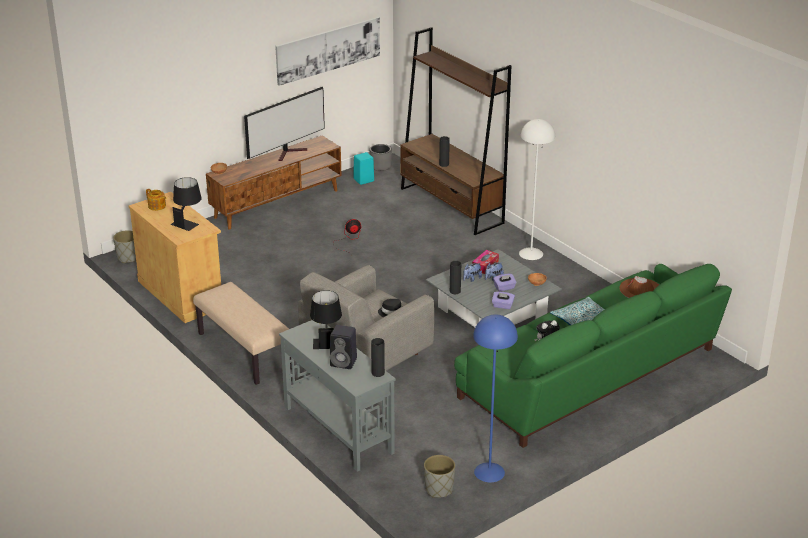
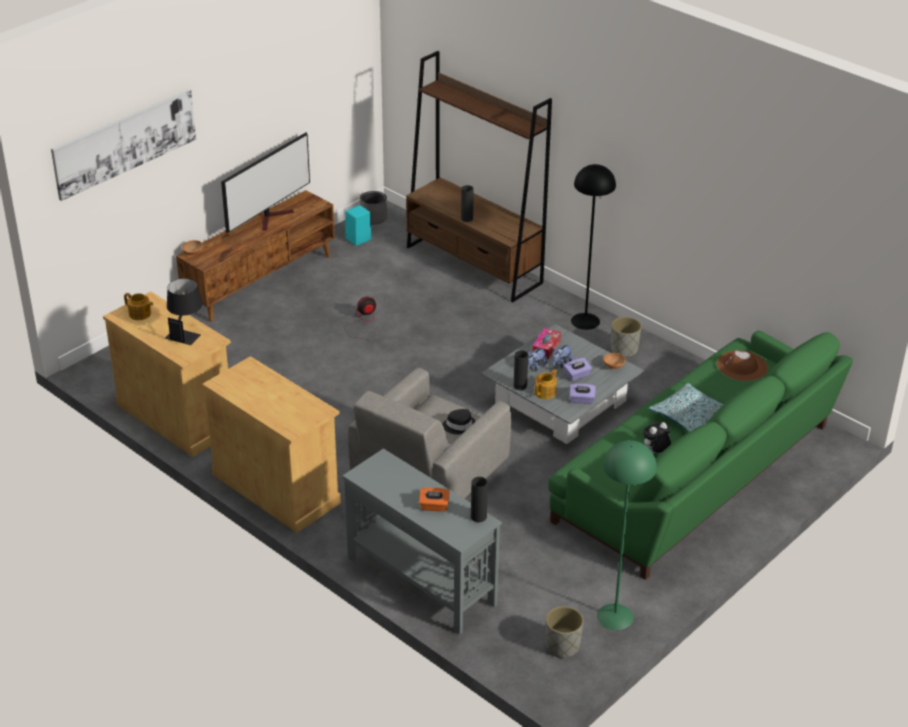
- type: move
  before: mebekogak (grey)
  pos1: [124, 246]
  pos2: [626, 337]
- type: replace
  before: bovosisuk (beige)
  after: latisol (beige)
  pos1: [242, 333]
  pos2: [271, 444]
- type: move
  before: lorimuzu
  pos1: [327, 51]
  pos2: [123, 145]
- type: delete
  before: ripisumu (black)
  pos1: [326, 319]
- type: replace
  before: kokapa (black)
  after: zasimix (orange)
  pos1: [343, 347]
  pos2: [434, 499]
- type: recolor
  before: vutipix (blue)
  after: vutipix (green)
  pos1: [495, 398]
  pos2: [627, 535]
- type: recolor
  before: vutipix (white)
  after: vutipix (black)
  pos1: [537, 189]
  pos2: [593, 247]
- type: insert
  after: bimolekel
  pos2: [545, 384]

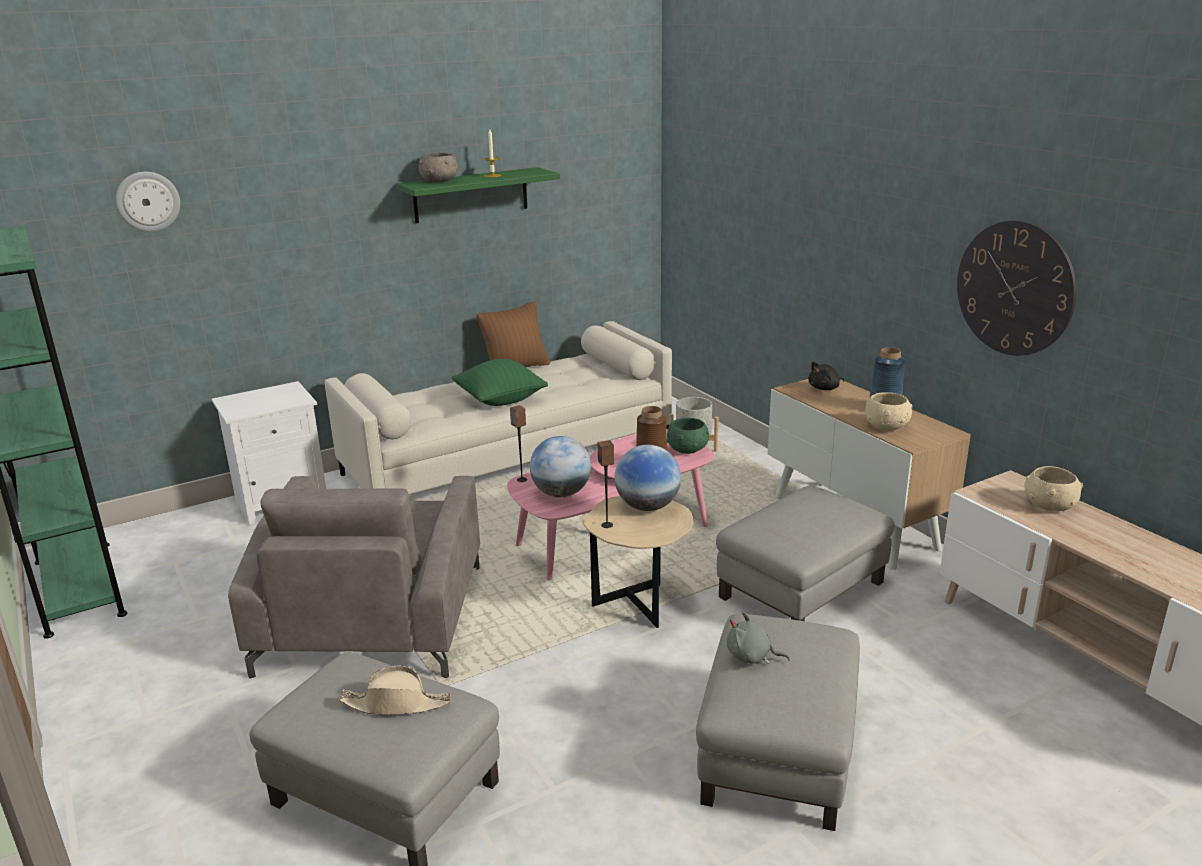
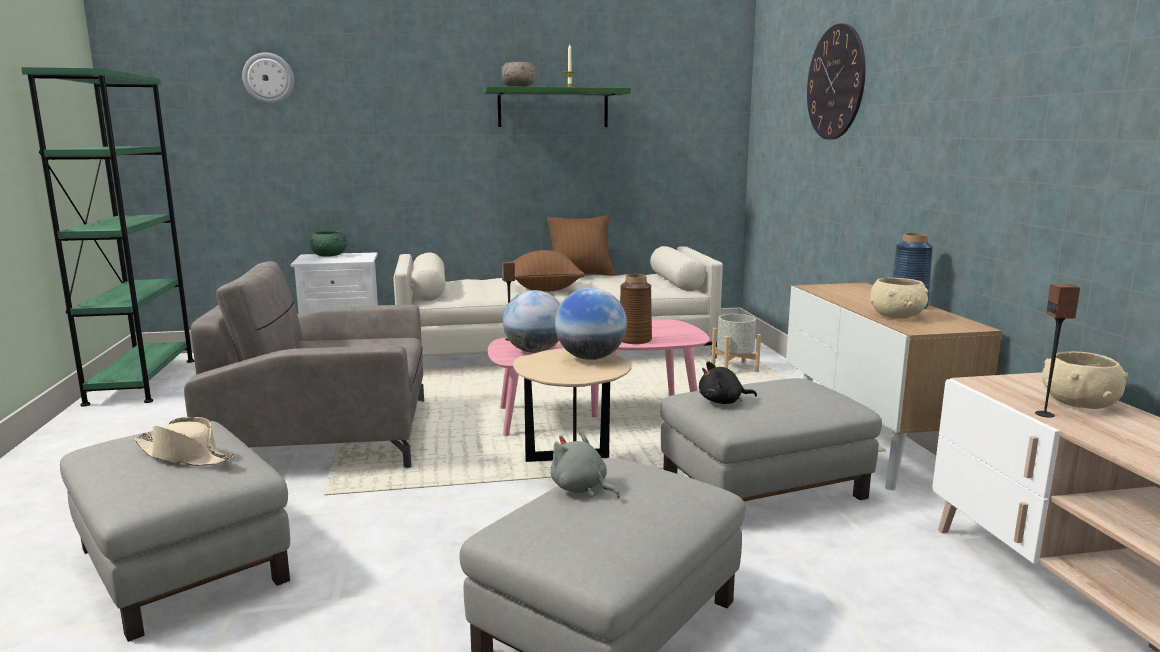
- type: rotate
  before: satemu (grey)
  pos1: [354, 577]
  pos2: [304, 364]
  turn: 60
- type: recolor
  before: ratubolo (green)
  after: ratubolo (brown)
  pos1: [499, 382]
  pos2: [549, 270]
- type: move
  before: kokapa
  pos1: [605, 484]
  pos2: [1057, 351]
- type: move
  before: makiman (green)
  pos1: [688, 436]
  pos2: [328, 244]
- type: move
  before: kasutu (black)
  pos1: [826, 375]
  pos2: [728, 382]
- type: move
  before: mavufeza
  pos1: [1016, 288]
  pos2: [836, 81]

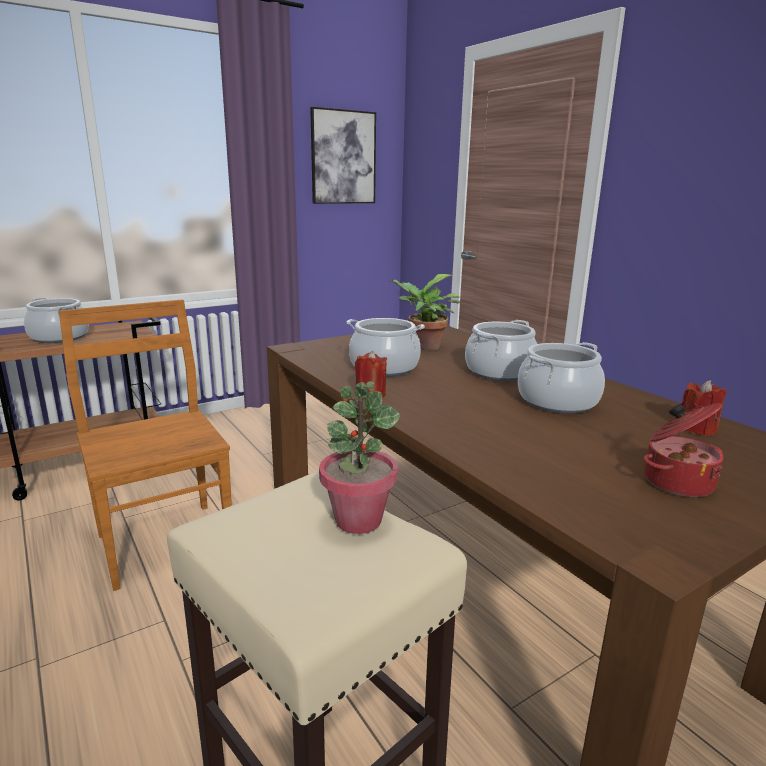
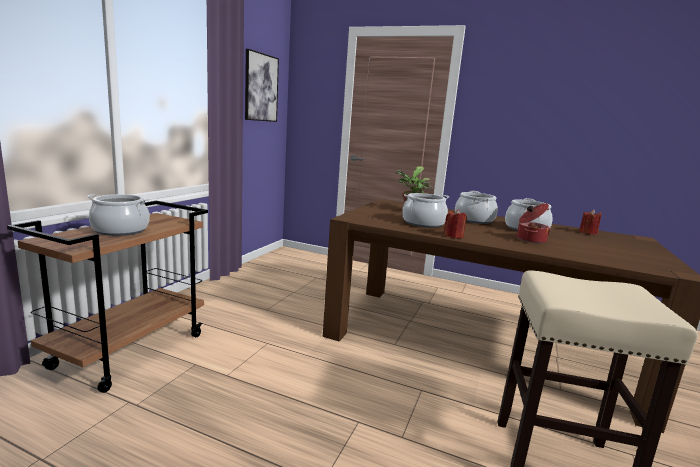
- type: delete
  before: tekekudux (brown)
  pos1: [145, 445]
- type: delete
  before: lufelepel
  pos1: [360, 457]
- type: move
  before: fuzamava
  pos1: [683, 450]
  pos2: [534, 223]

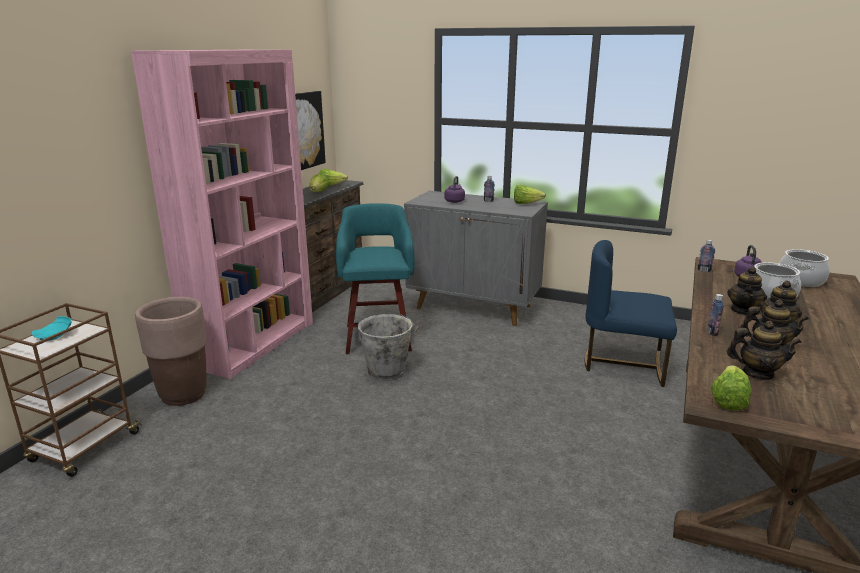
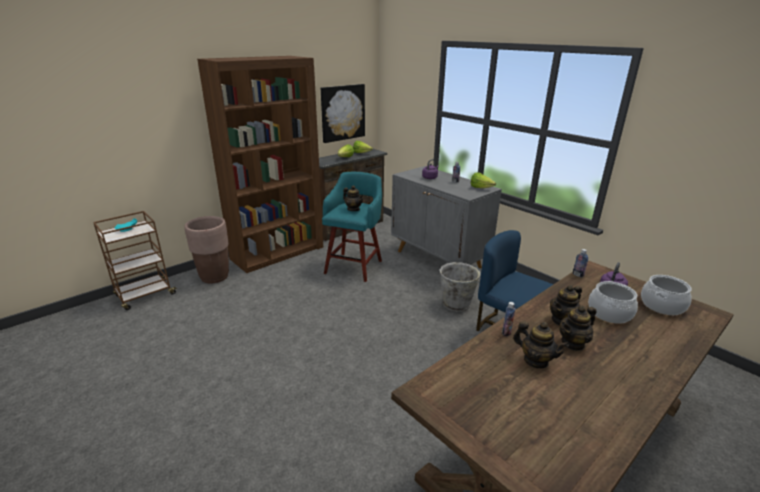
- type: recolor
  before: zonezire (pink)
  after: zonezire (brown)
  pos1: [222, 214]
  pos2: [260, 164]
- type: move
  before: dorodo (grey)
  pos1: [388, 347]
  pos2: [460, 287]
- type: delete
  before: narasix
  pos1: [731, 388]
- type: move
  before: bimolekel
  pos1: [764, 350]
  pos2: [353, 198]

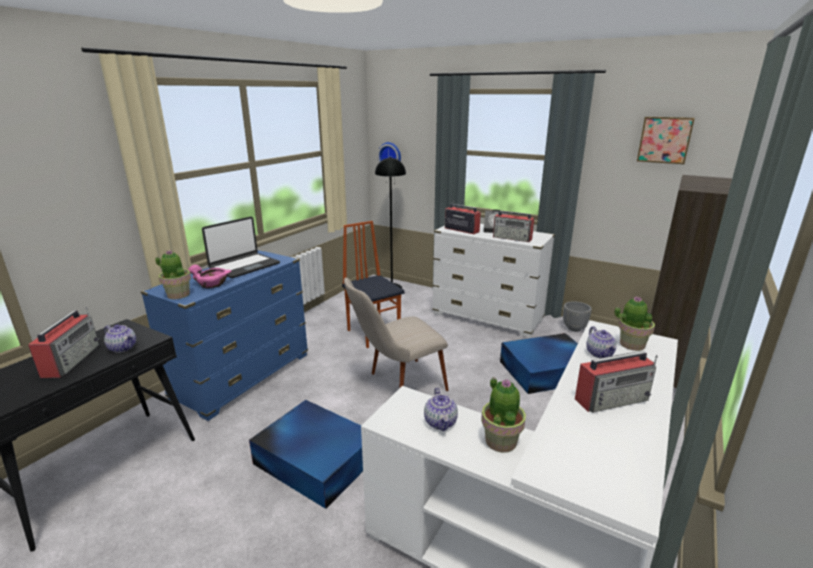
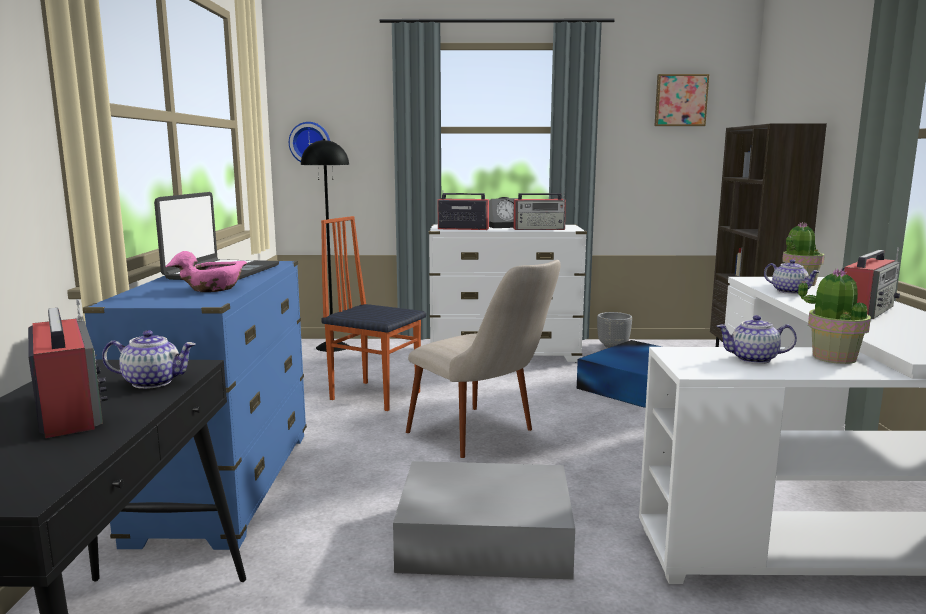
- type: delete
  before: lufelepel
  pos1: [173, 274]
- type: recolor
  before: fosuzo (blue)
  after: fosuzo (grey)
  pos1: [306, 454]
  pos2: [484, 520]
- type: rotate
  before: tekekudux (beige)
  pos1: [396, 334]
  pos2: [483, 359]
  turn: -75
- type: rotate
  before: bimolekel
  pos1: [441, 409]
  pos2: [757, 339]
  turn: 135

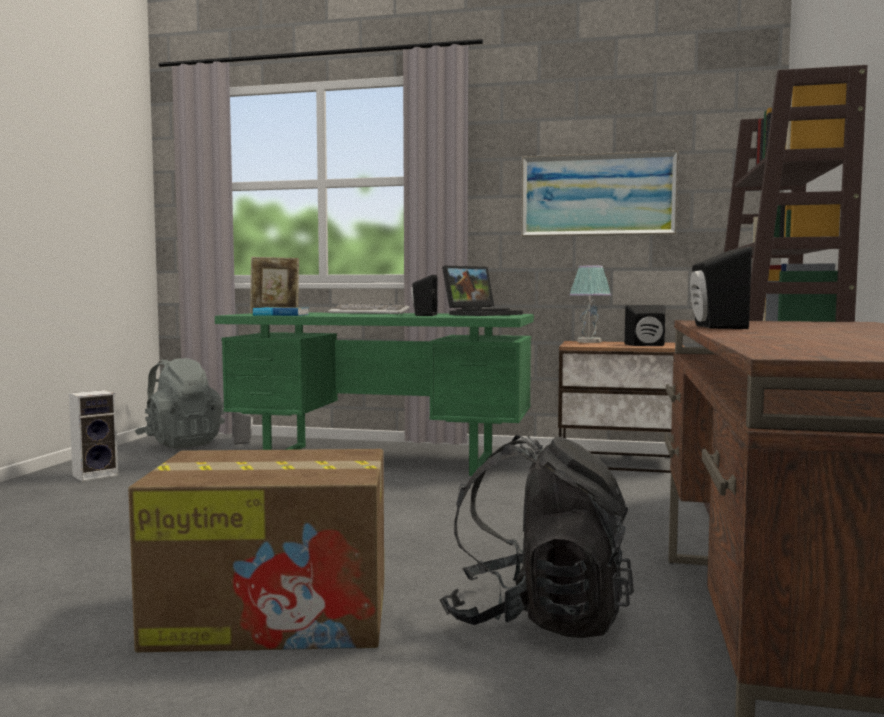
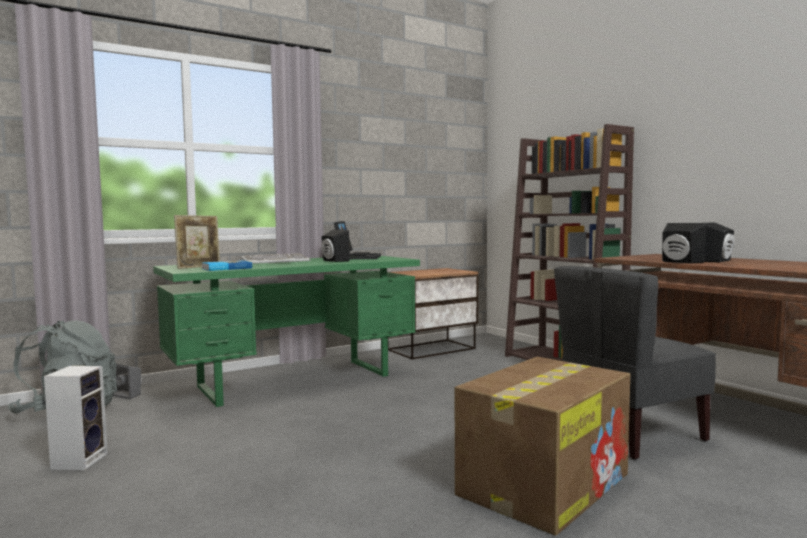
- type: replace
  before: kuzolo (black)
  after: tekekudux (grey)
  pos1: [537, 536]
  pos2: [635, 363]
- type: delete
  before: lorimuzu
  pos1: [600, 193]
- type: delete
  before: ripisumu
  pos1: [590, 304]
- type: move
  before: kokapa (black)
  pos1: [645, 325]
  pos2: [719, 242]

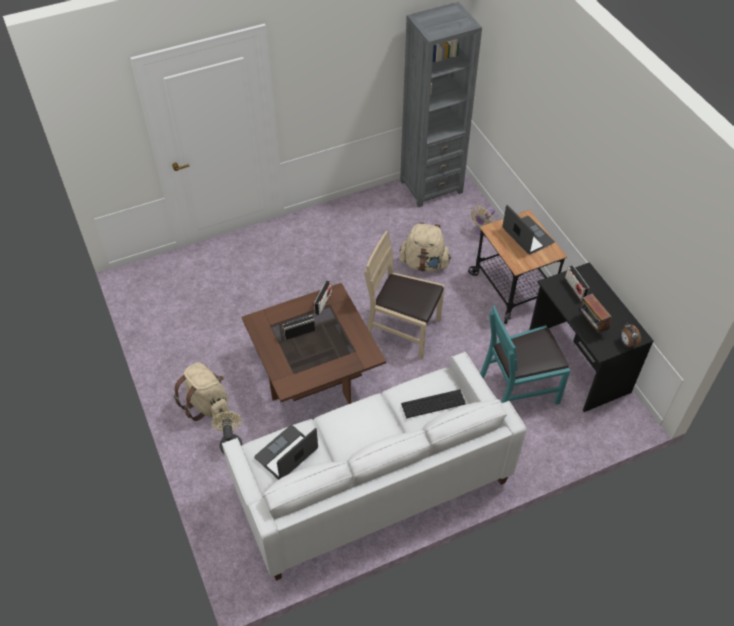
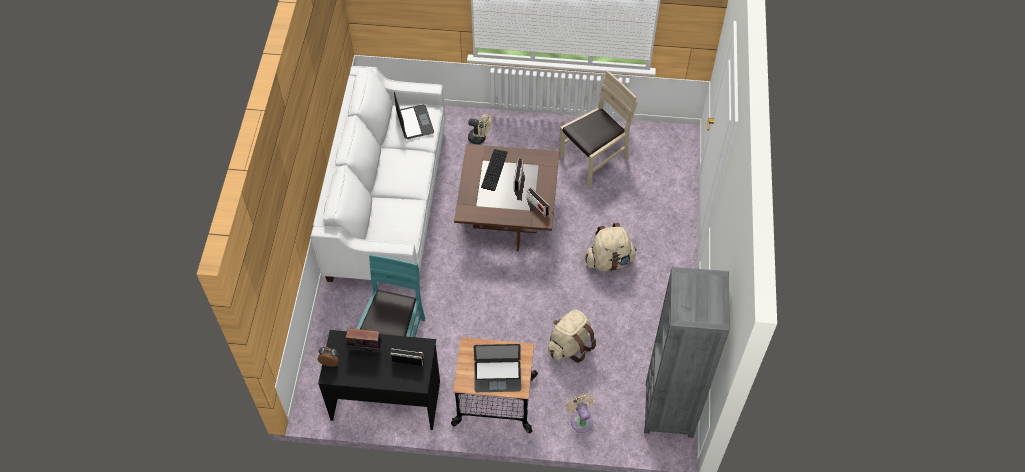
- type: move
  before: kuzolo (beige)
  pos1: [201, 392]
  pos2: [611, 247]
- type: move
  before: tekekudux (beige)
  pos1: [404, 295]
  pos2: [598, 129]
- type: move
  before: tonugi
  pos1: [433, 403]
  pos2: [494, 170]

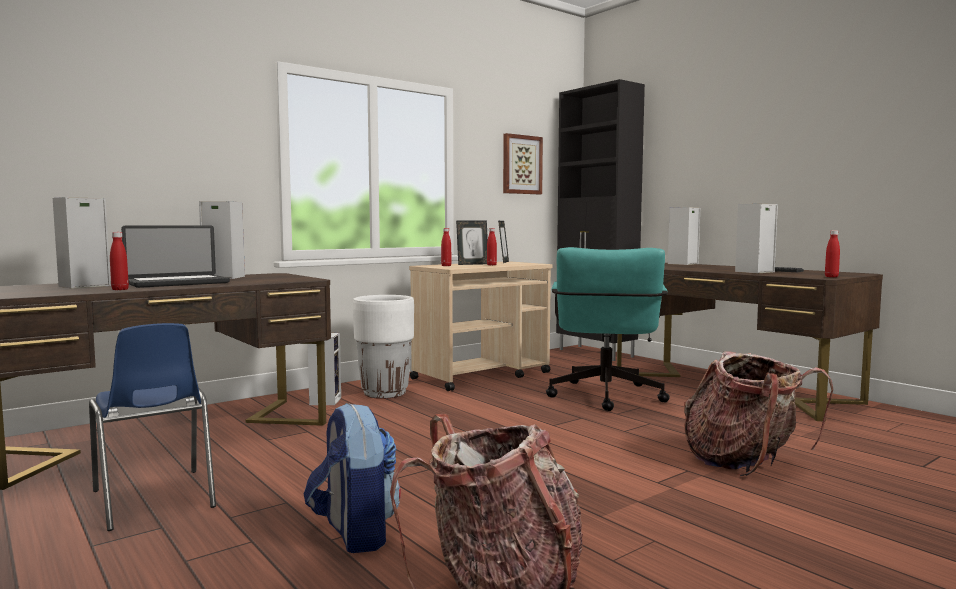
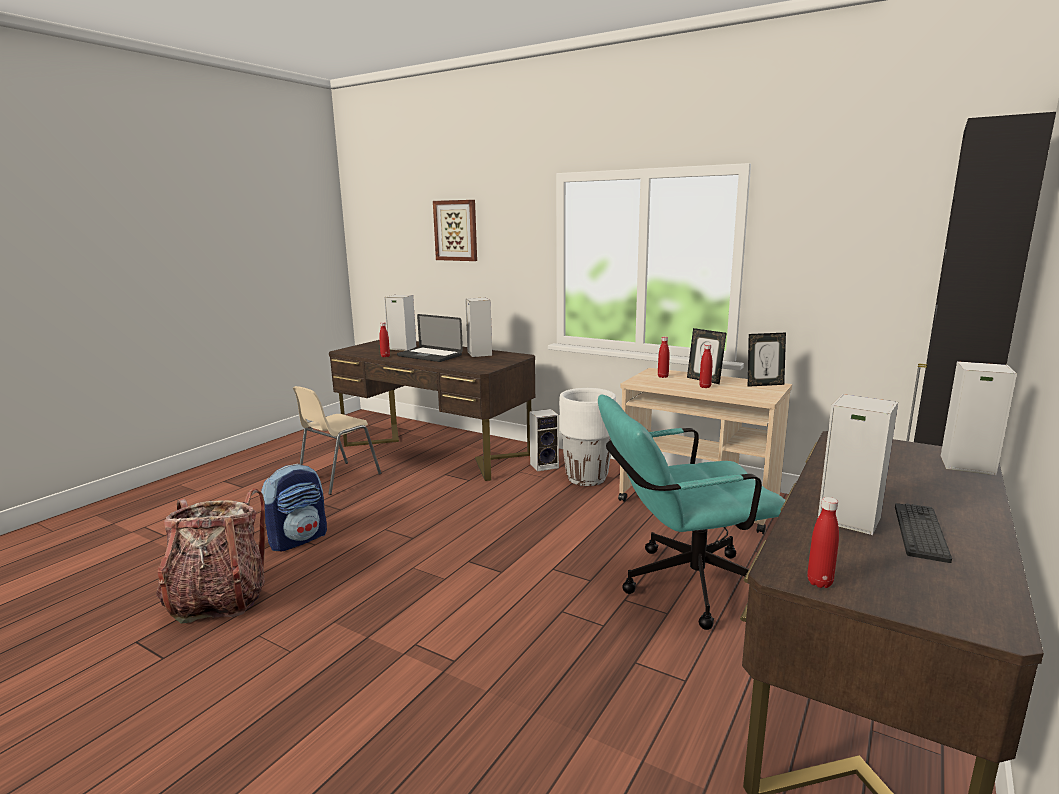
- type: recolor
  before: tekekudux (blue)
  after: tekekudux (beige)
  pos1: [152, 427]
  pos2: [337, 440]
- type: move
  before: lorimuzu
  pos1: [523, 163]
  pos2: [455, 230]
- type: delete
  before: kuzolo
  pos1: [758, 413]

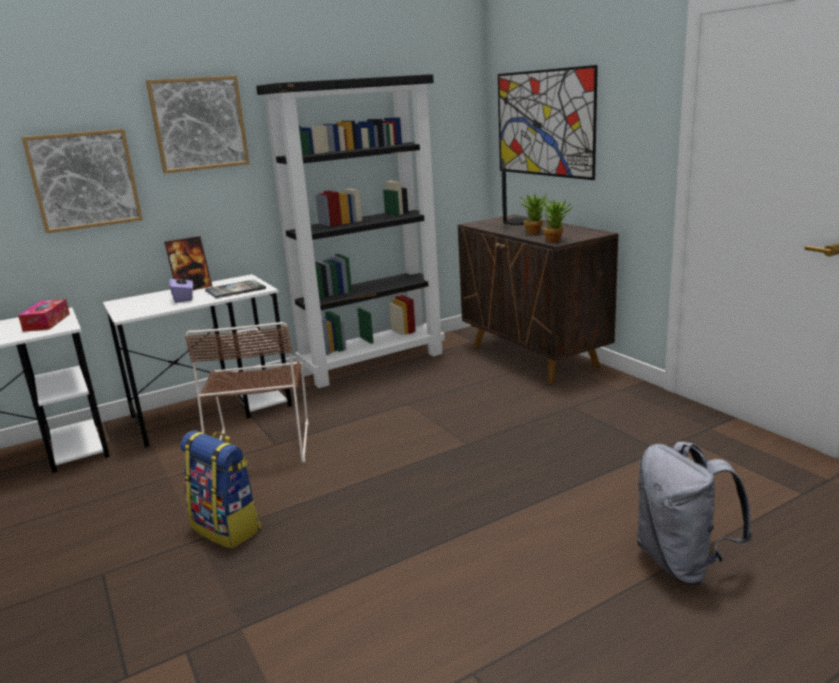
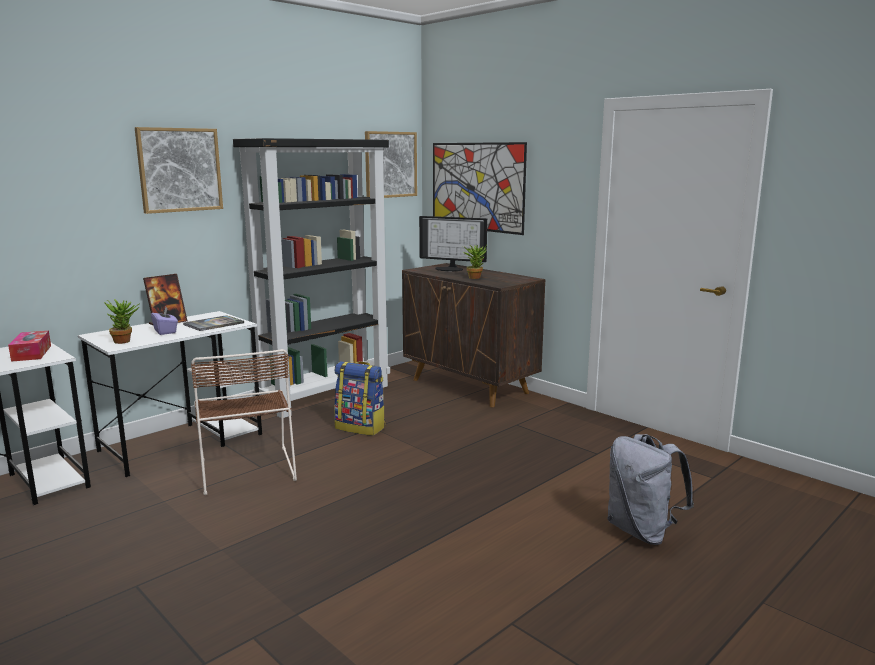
- type: move
  before: lorimuzu
  pos1: [82, 181]
  pos2: [391, 164]
- type: move
  before: kuzolo
  pos1: [220, 489]
  pos2: [359, 398]
- type: rotate
  before: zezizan
  pos1: [514, 192]
  pos2: [453, 243]
  turn: 120
- type: move
  before: lufelepel
  pos1: [556, 220]
  pos2: [122, 321]

